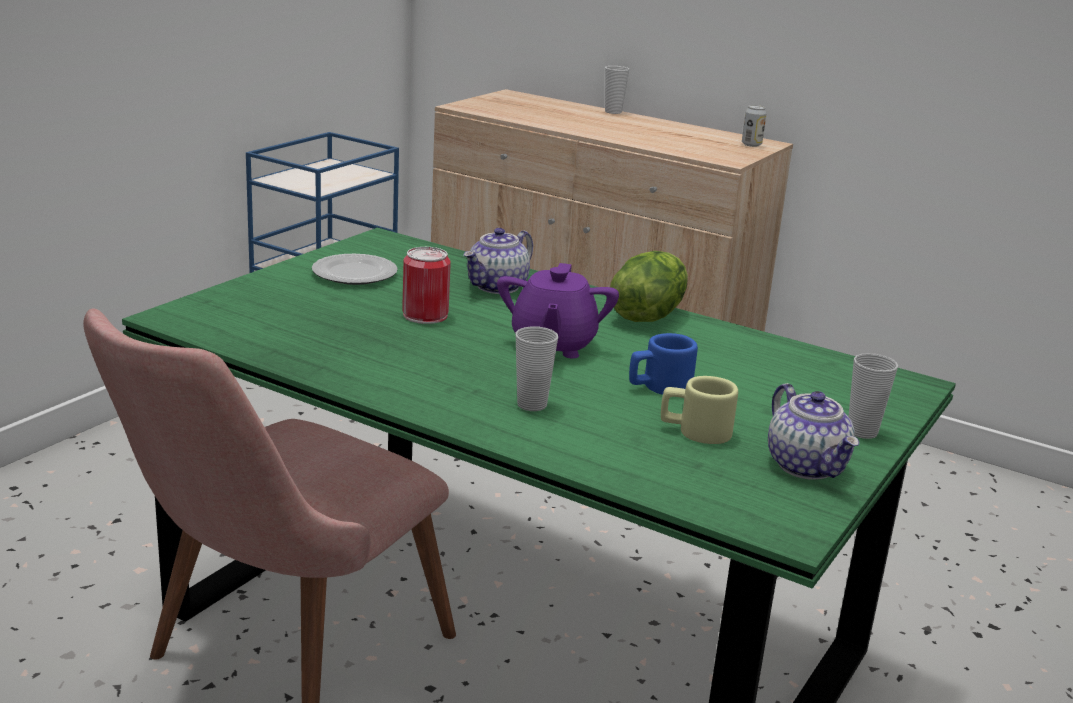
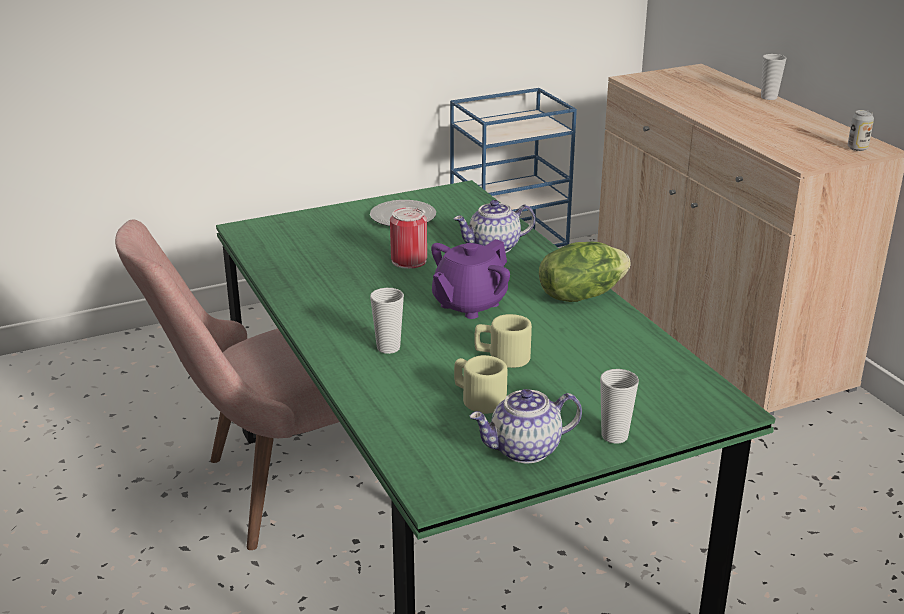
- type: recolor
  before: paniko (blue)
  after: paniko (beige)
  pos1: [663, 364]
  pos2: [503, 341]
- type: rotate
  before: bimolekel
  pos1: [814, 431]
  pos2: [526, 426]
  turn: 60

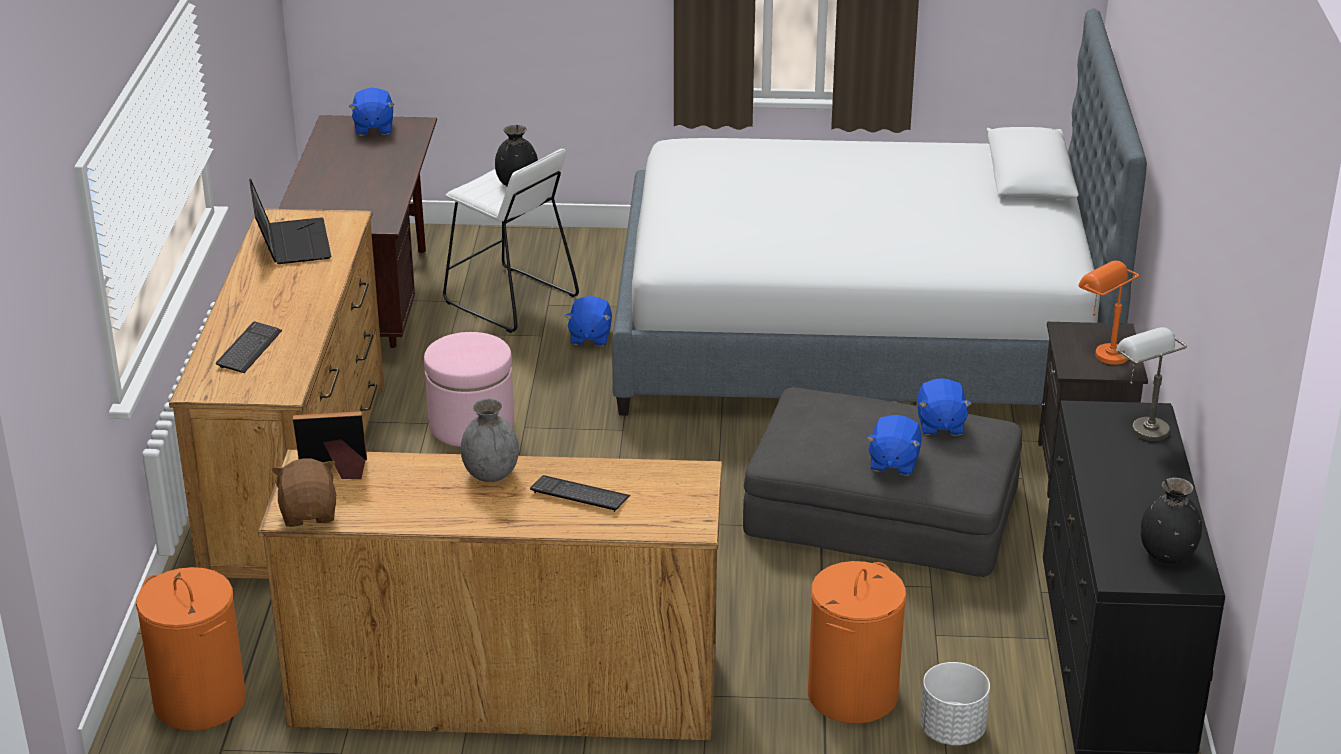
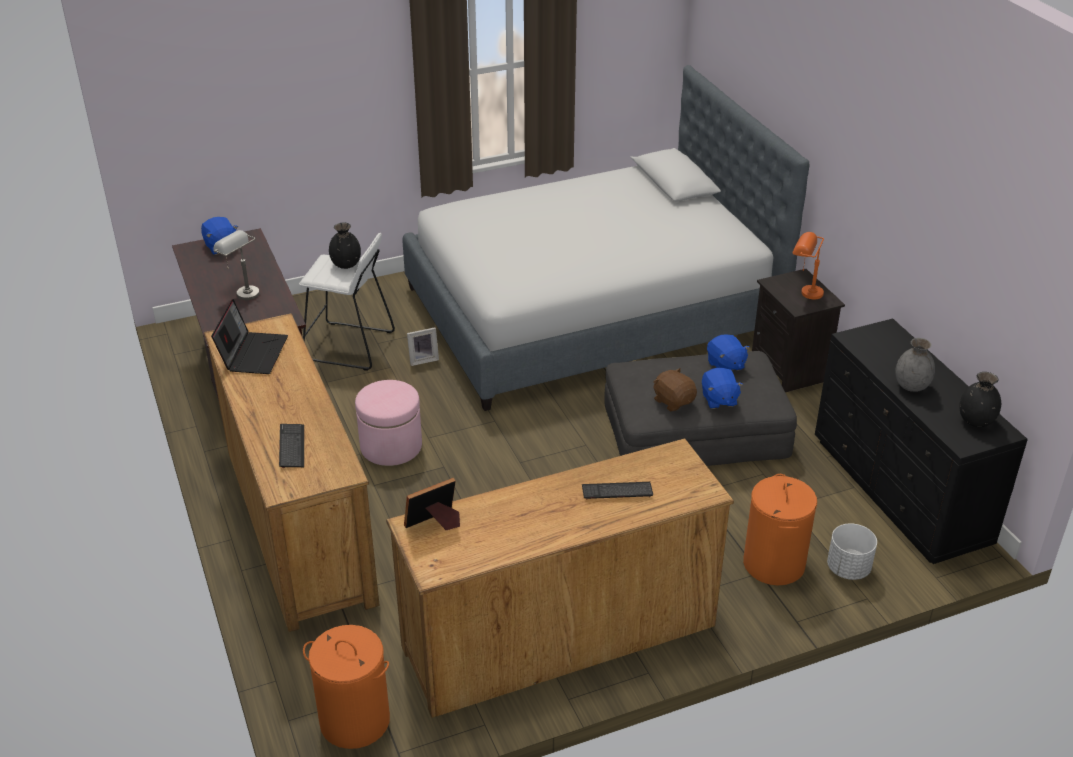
- type: rotate
  before: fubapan
  pos1: [290, 221]
  pos2: [249, 336]
  turn: 45
- type: move
  before: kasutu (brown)
  pos1: [304, 493]
  pos2: [675, 390]
- type: move
  before: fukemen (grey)
  pos1: [490, 440]
  pos2: [915, 365]
- type: replace
  before: kasutu (blue)
  after: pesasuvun
  pos1: [588, 321]
  pos2: [423, 346]
- type: move
  before: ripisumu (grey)
  pos1: [1151, 384]
  pos2: [236, 265]

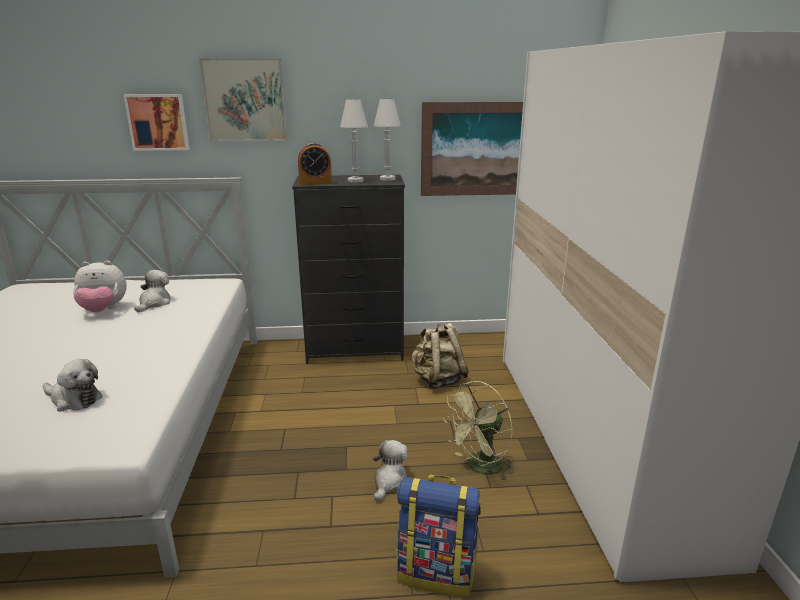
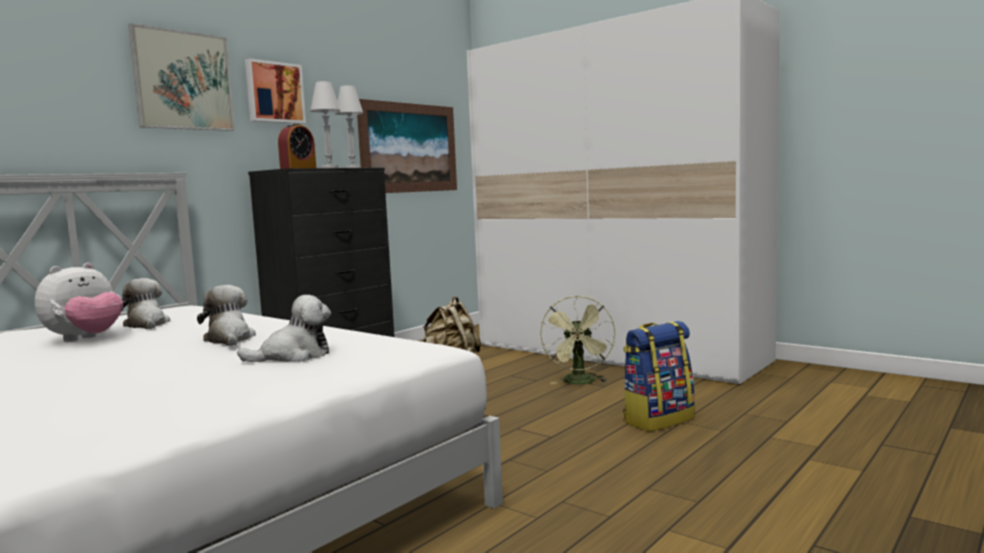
- type: move
  before: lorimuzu
  pos1: [156, 122]
  pos2: [275, 91]
- type: move
  before: kasutu
  pos1: [390, 470]
  pos2: [226, 315]

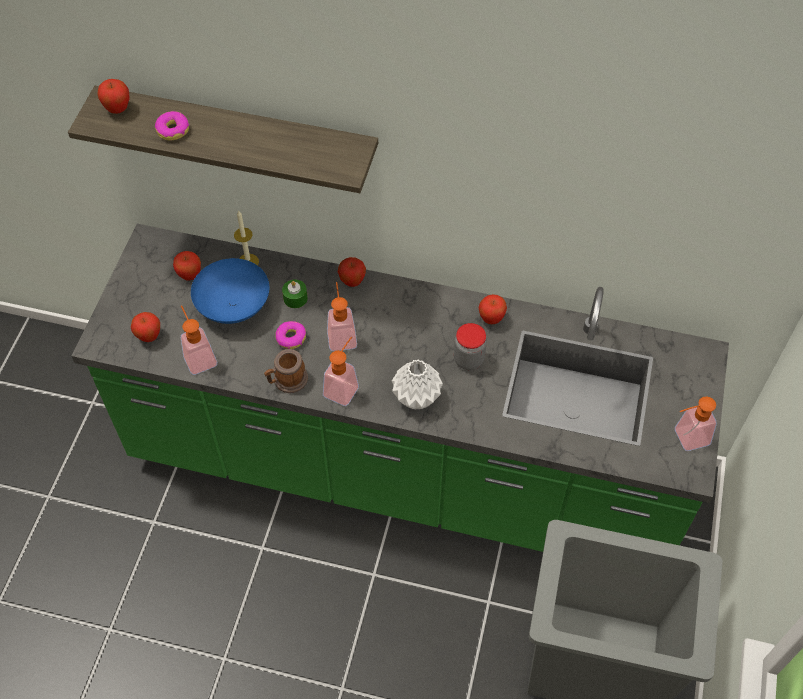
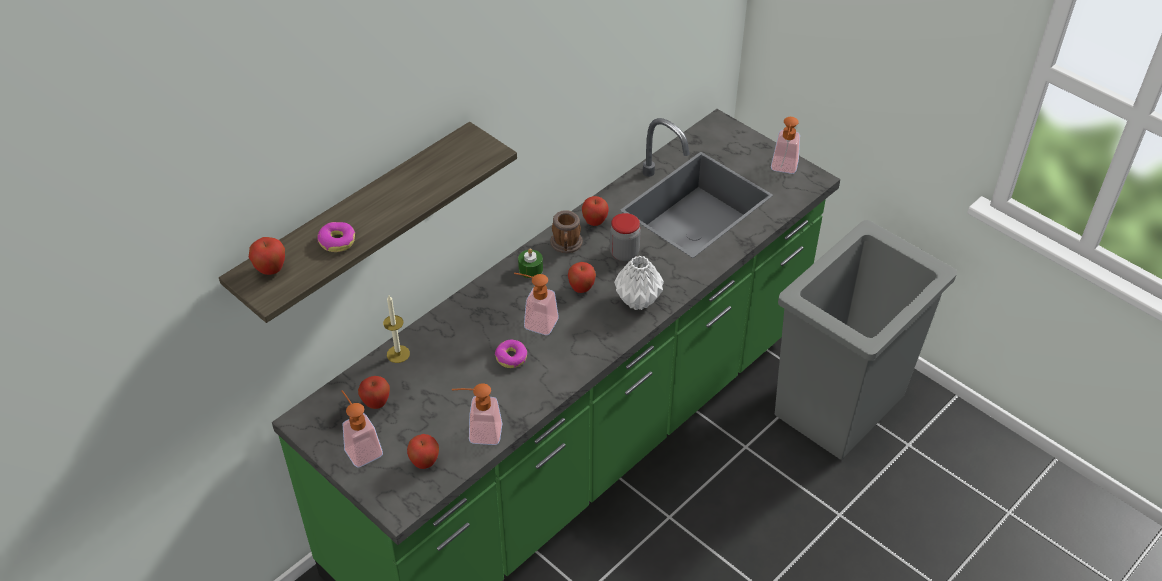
- type: delete
  before: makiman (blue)
  pos1: [230, 291]
- type: move
  before: paniko
  pos1: [286, 371]
  pos2: [566, 231]
- type: move
  before: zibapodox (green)
  pos1: [295, 293]
  pos2: [530, 263]
- type: move
  before: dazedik
  pos1: [341, 371]
  pos2: [362, 429]
- type: move
  before: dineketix
  pos1: [352, 272]
  pos2: [582, 277]

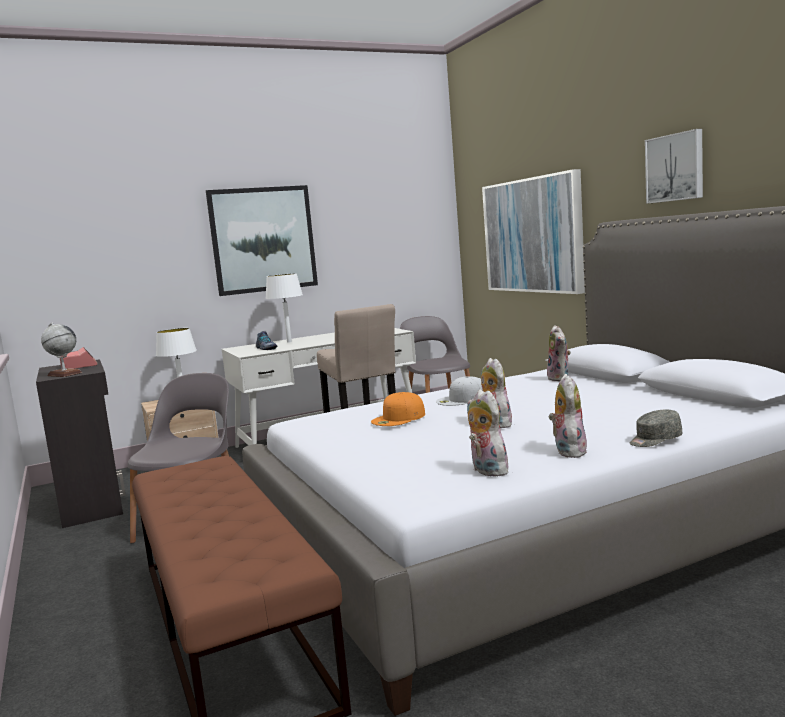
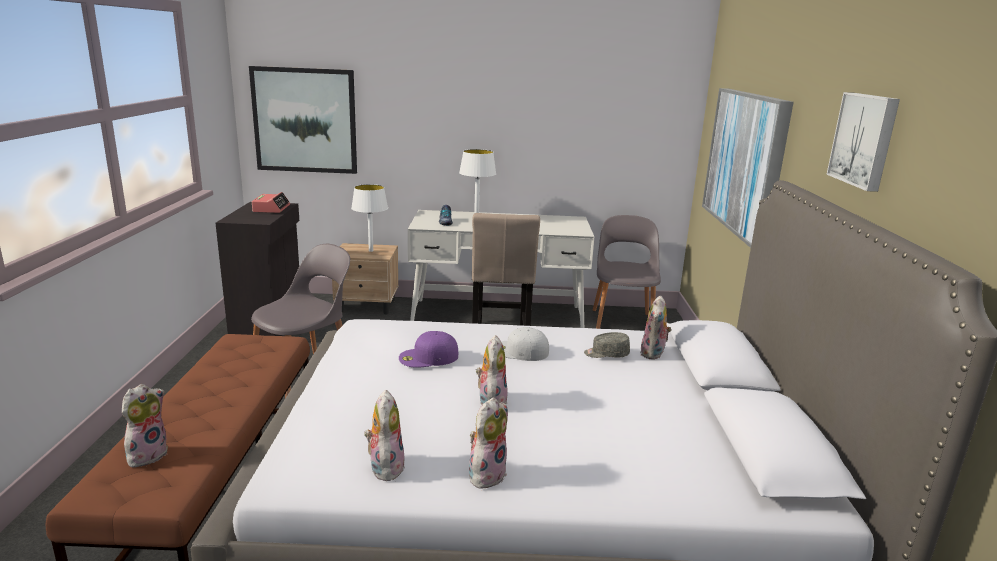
- type: delete
  before: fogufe
  pos1: [61, 350]
- type: move
  before: lorimuzu
  pos1: [262, 240]
  pos2: [303, 120]
- type: recolor
  before: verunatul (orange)
  after: verunatul (purple)
  pos1: [398, 409]
  pos2: [428, 349]
- type: move
  before: verunatul (grey)
  pos1: [656, 428]
  pos2: [607, 345]
- type: insert
  after: kasutu
  pos2: [145, 426]

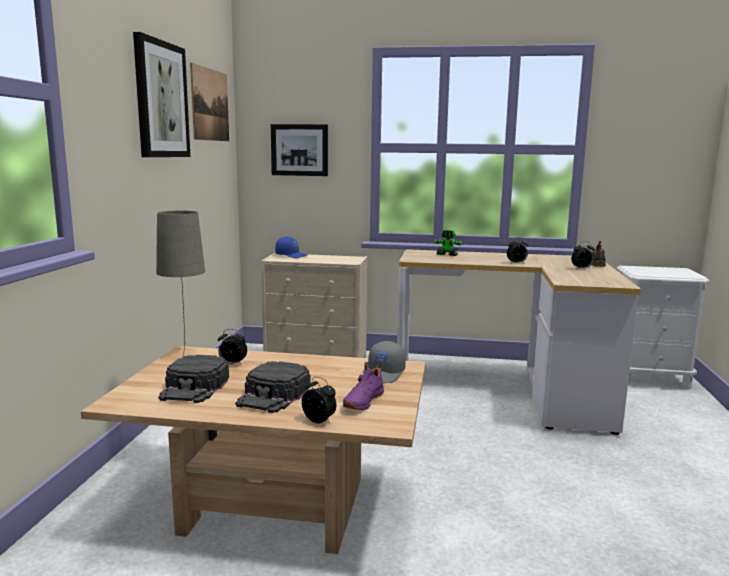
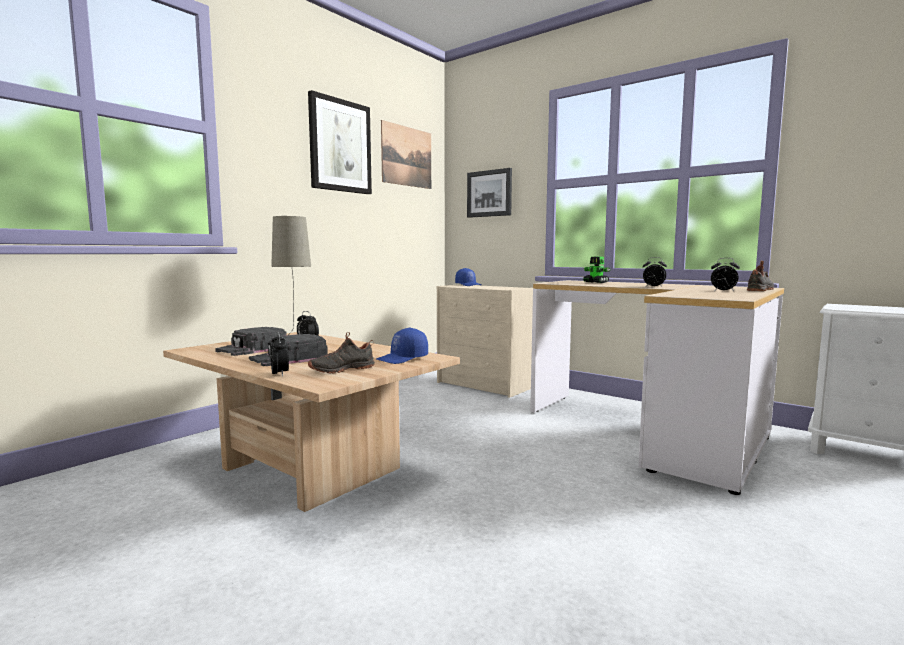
- type: recolor
  before: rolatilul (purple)
  after: rolatilul (black)
  pos1: [363, 386]
  pos2: [341, 353]
- type: recolor
  before: verunatul (grey)
  after: verunatul (blue)
  pos1: [387, 362]
  pos2: [402, 346]

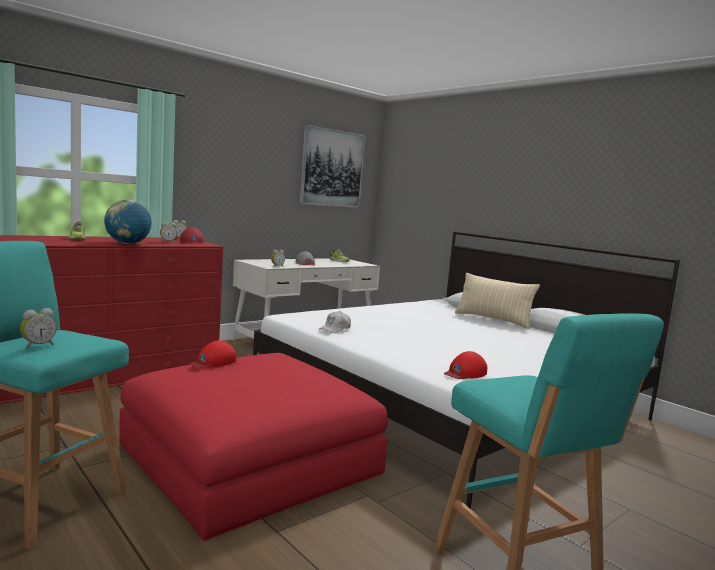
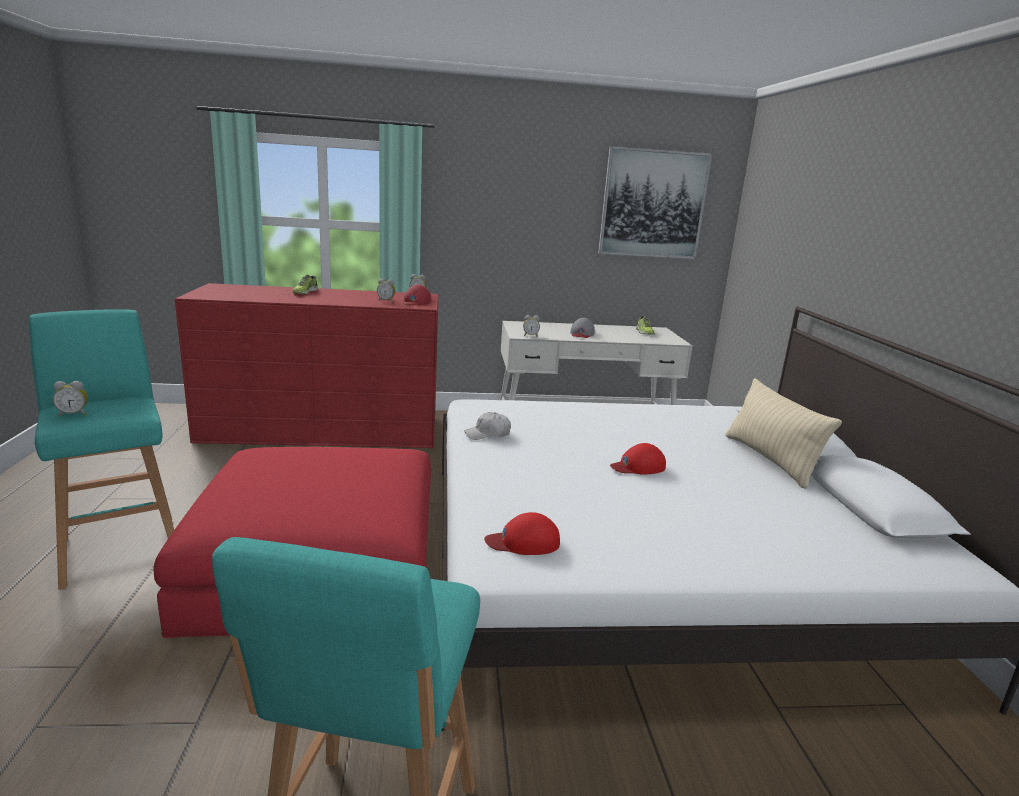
- type: delete
  before: fogufe
  pos1: [128, 222]
- type: move
  before: verunatul (red)
  pos1: [213, 354]
  pos2: [638, 459]

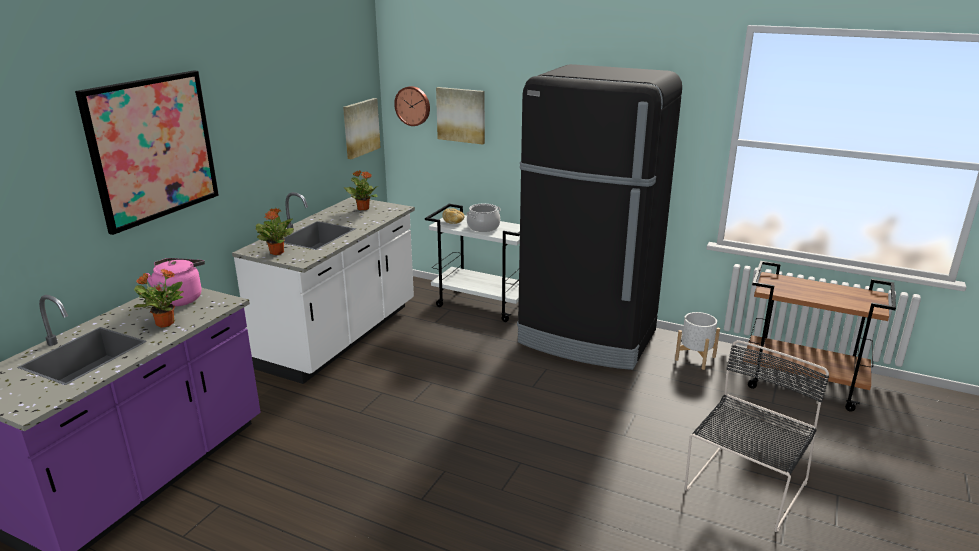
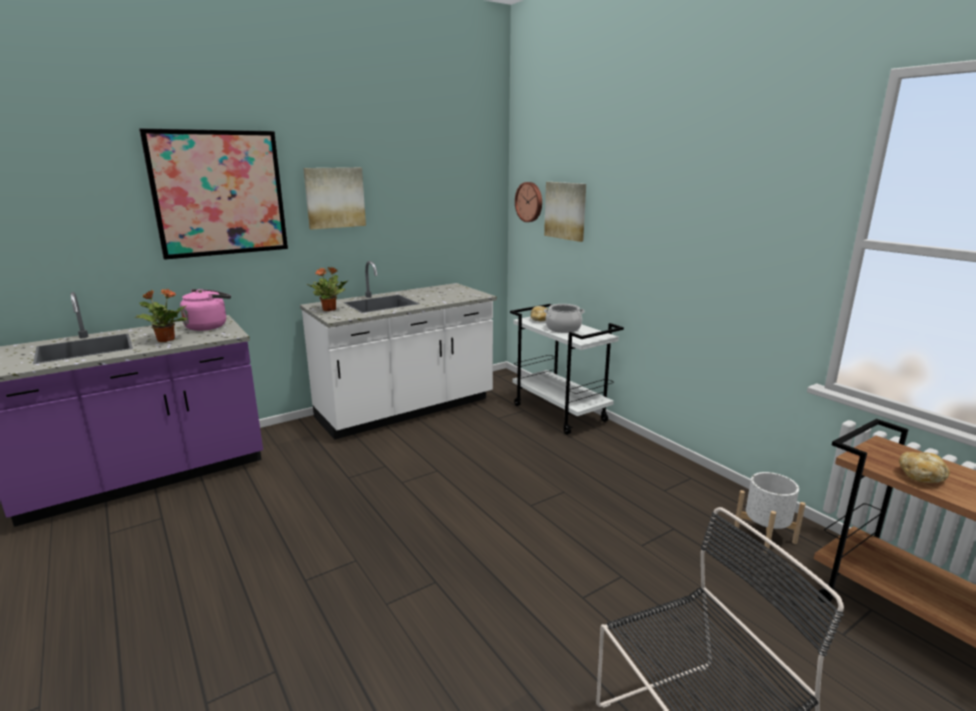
- type: move
  before: lorimuzu
  pos1: [362, 128]
  pos2: [334, 198]
- type: delete
  before: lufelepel
  pos1: [361, 190]
- type: delete
  before: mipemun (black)
  pos1: [599, 217]
- type: insert
  after: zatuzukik
  pos2: [924, 467]

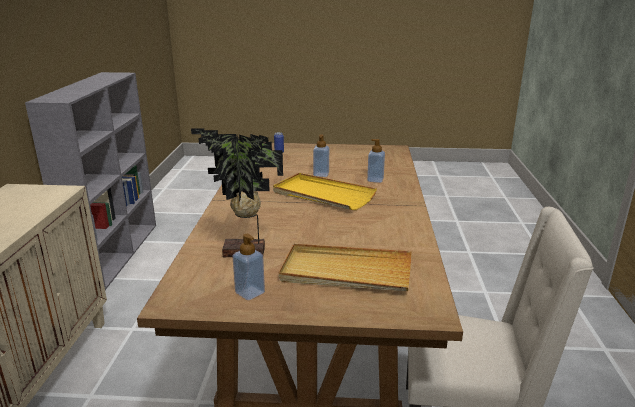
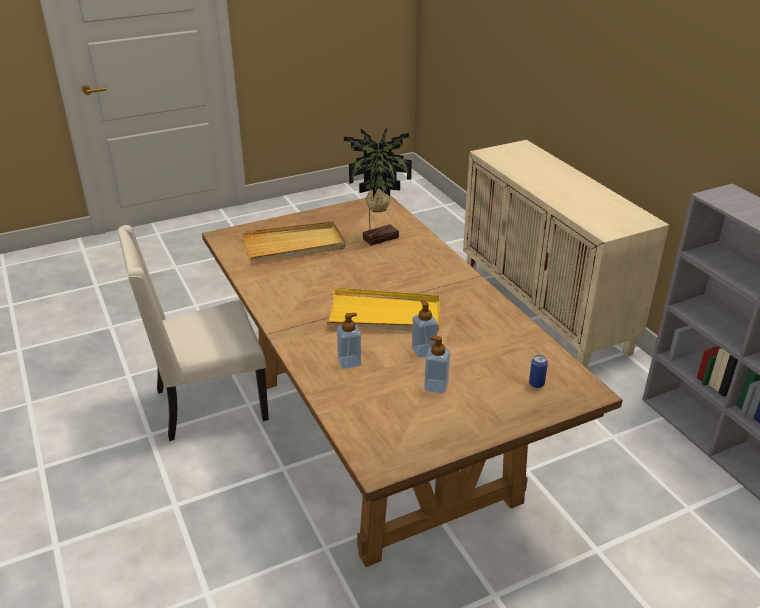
- type: move
  before: dazedik
  pos1: [248, 267]
  pos2: [437, 365]

